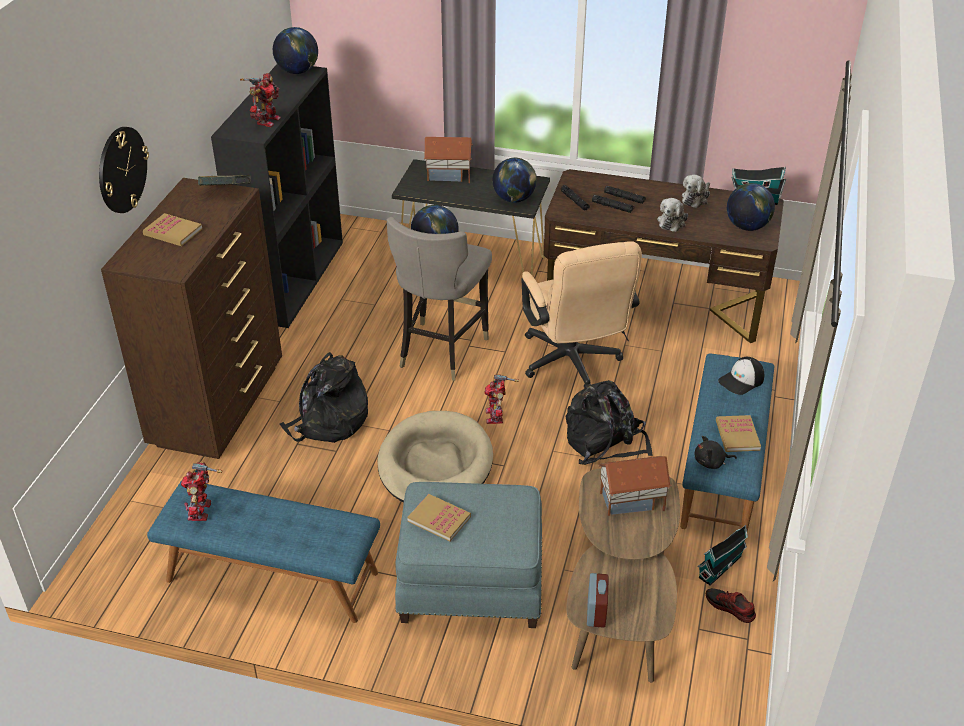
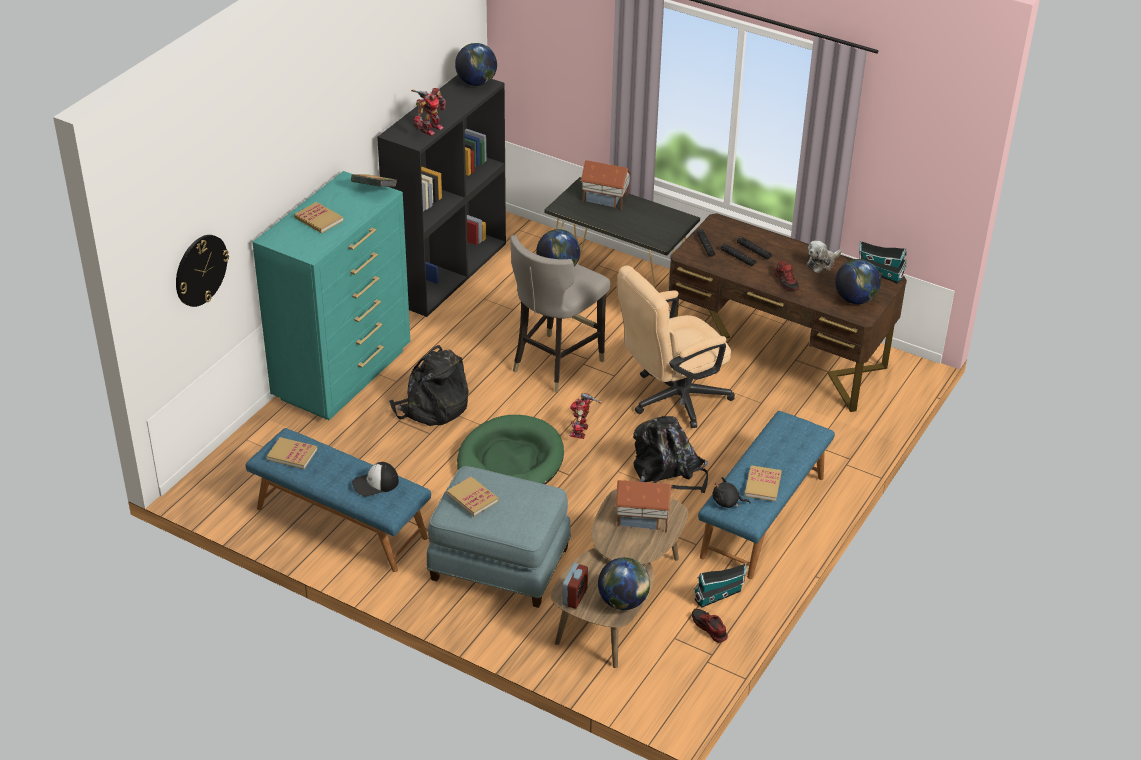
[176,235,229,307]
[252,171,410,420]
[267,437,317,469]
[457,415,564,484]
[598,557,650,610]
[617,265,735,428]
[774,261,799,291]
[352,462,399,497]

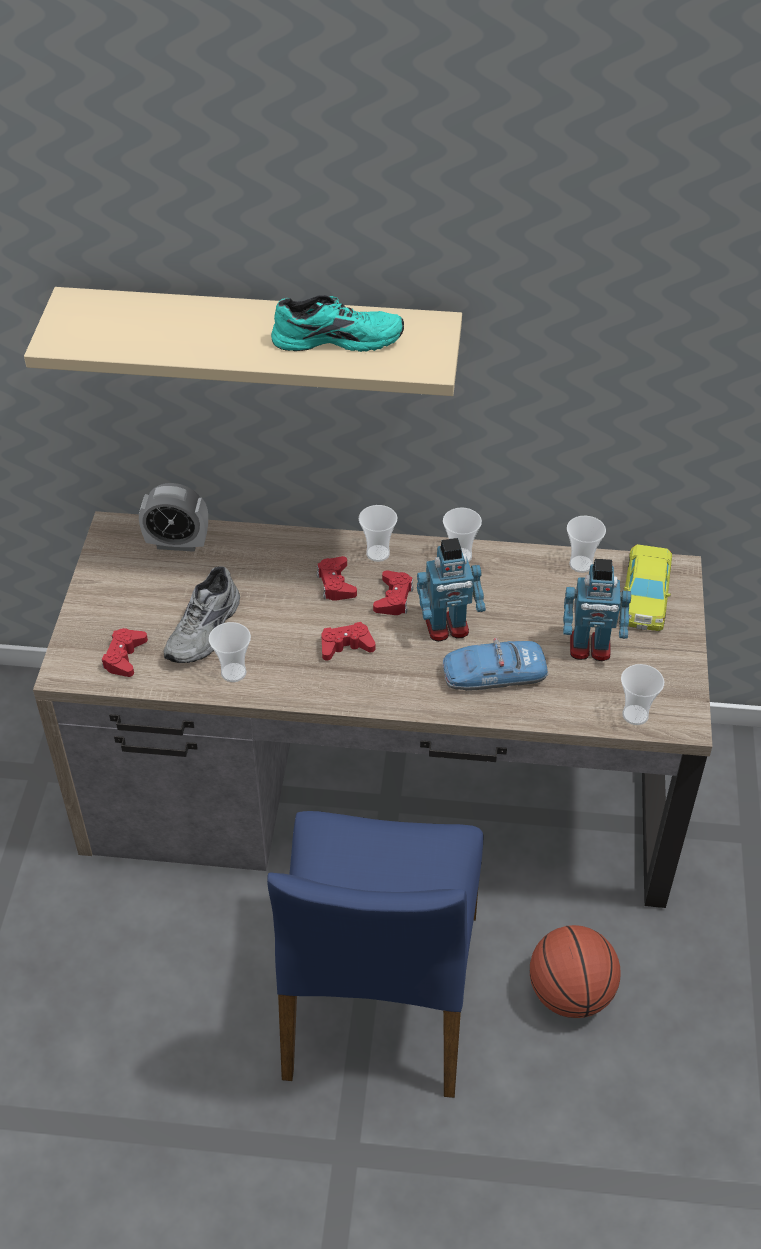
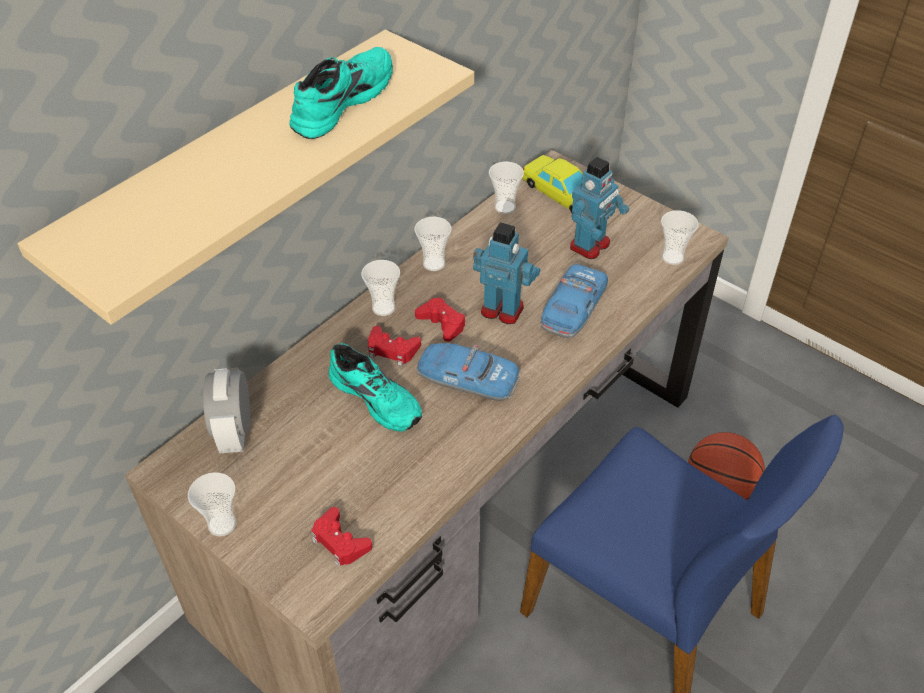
[203,368,250,453]
[164,566,240,663] (first image)
[188,472,236,536]
[417,343,520,401]
[473,222,540,324]
[329,343,422,432]

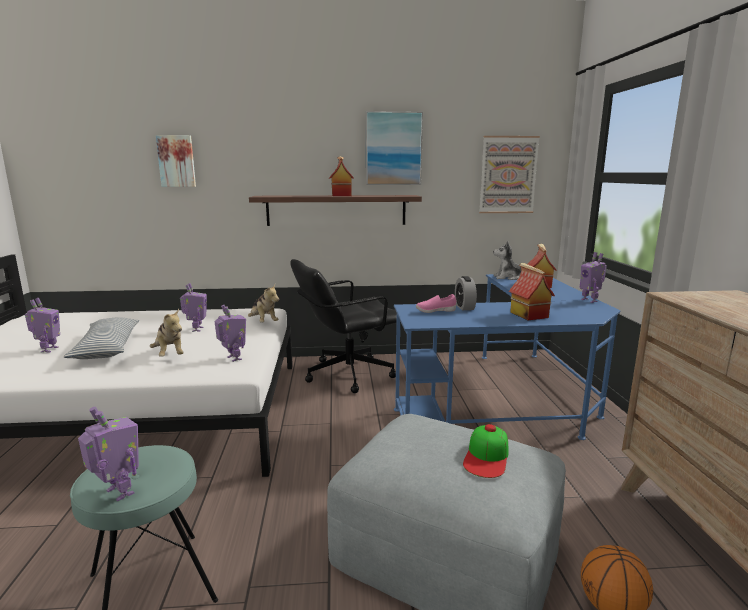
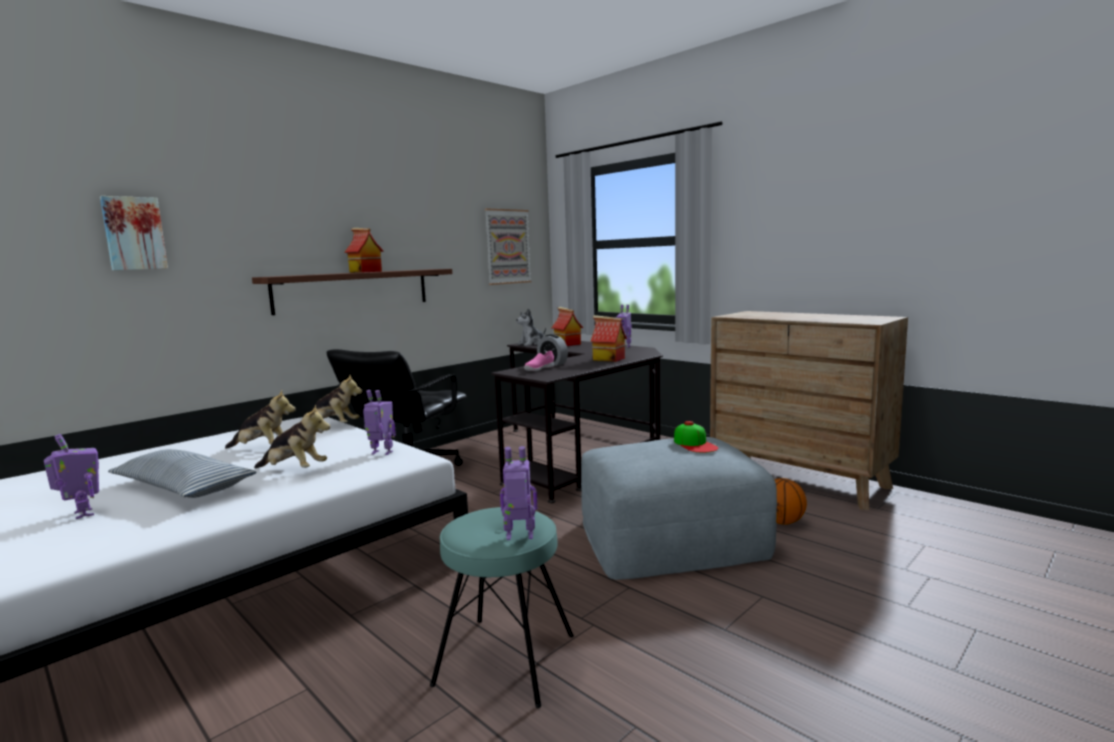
[225,389,296,448]
[366,111,423,185] (first image)
[491,341,663,503]

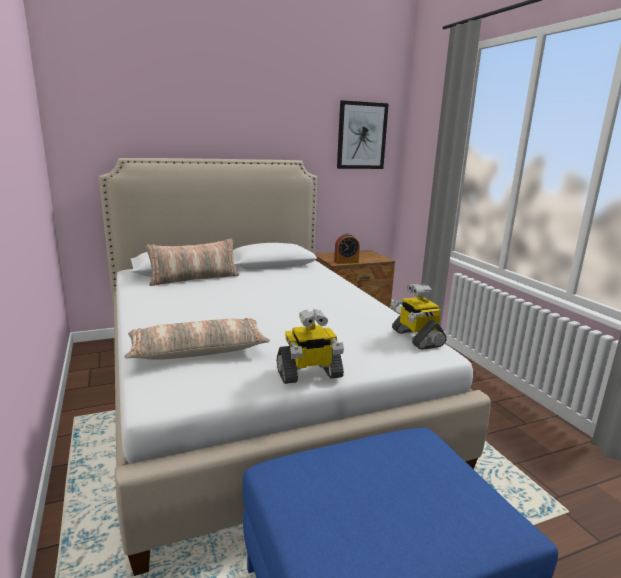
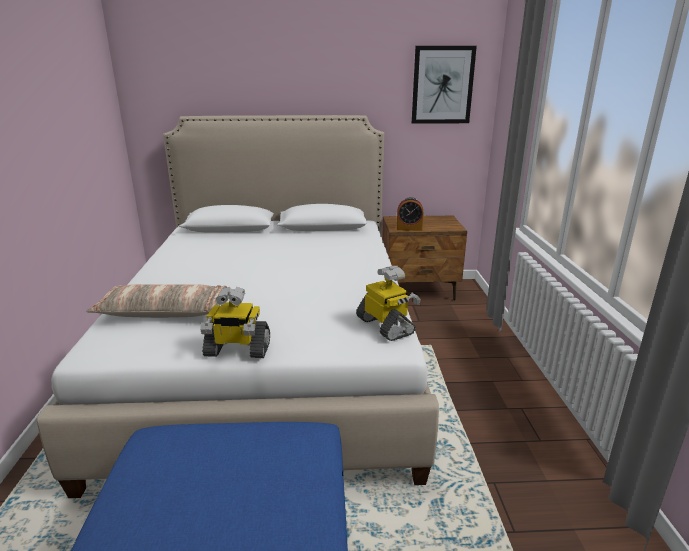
[146,238,239,286] (first image)
[356,266,421,341]

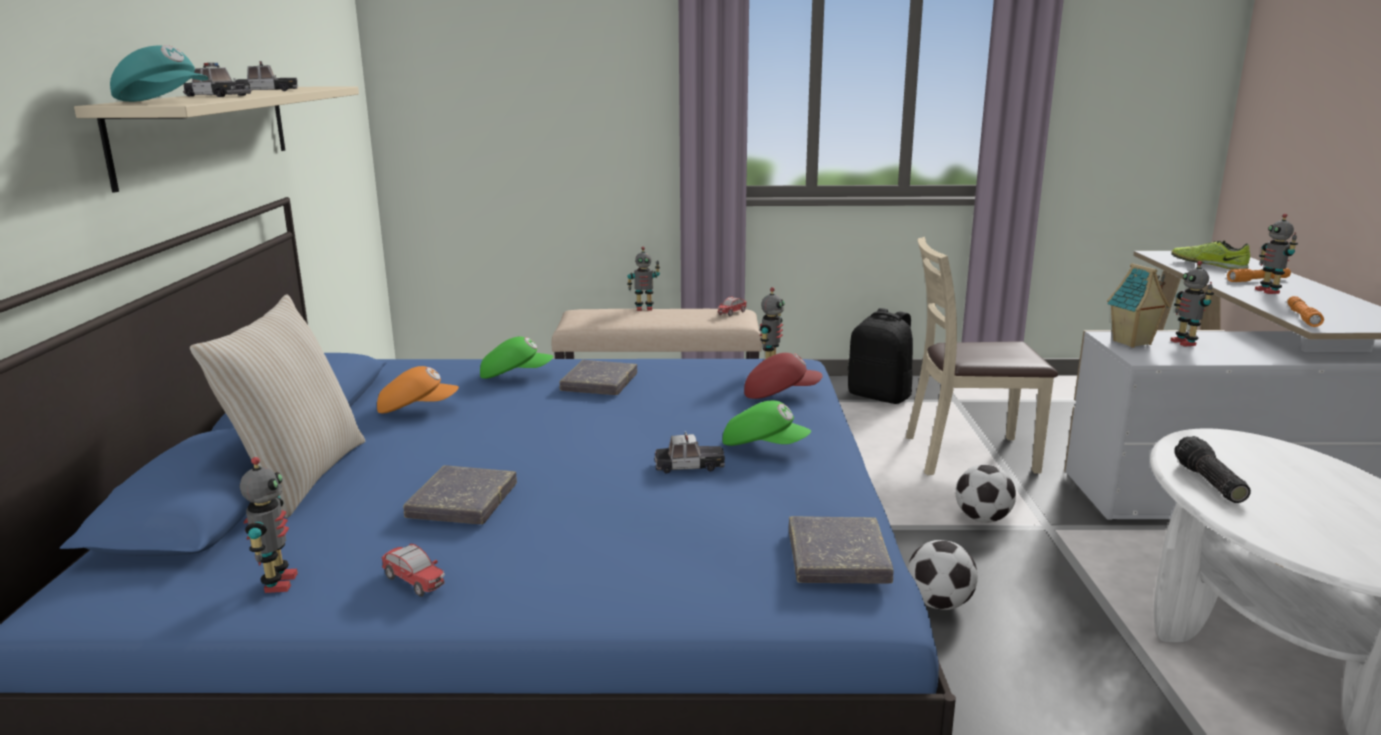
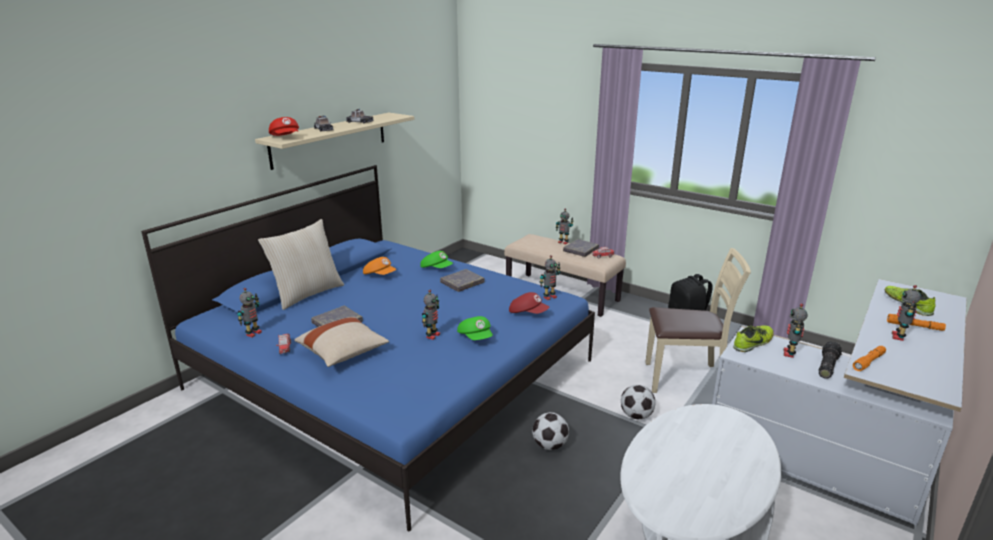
[269,117,299,136]
[422,290,440,340]
[563,239,599,257]
[645,248,751,393]
[733,325,774,352]
[819,341,842,379]
[294,317,389,367]

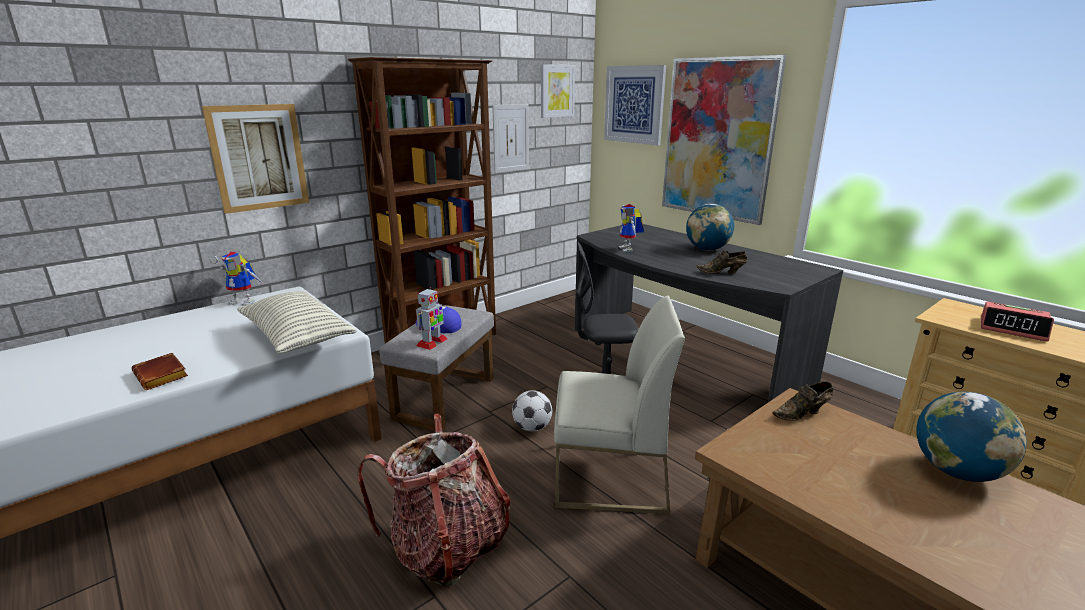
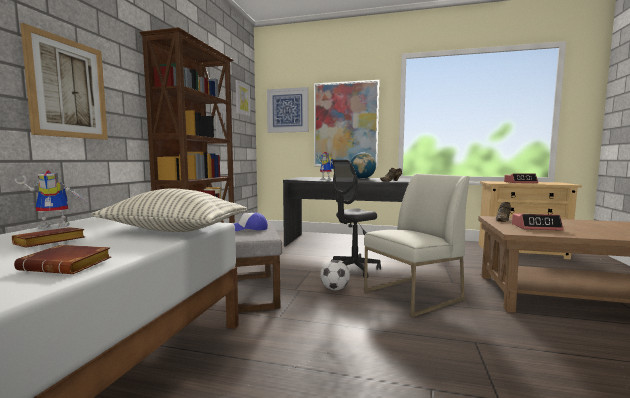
[358,414,510,586] (first image)
[416,287,447,350] (first image)
[916,392,1027,482] (first image)
[12,227,85,248]
[512,213,563,230]

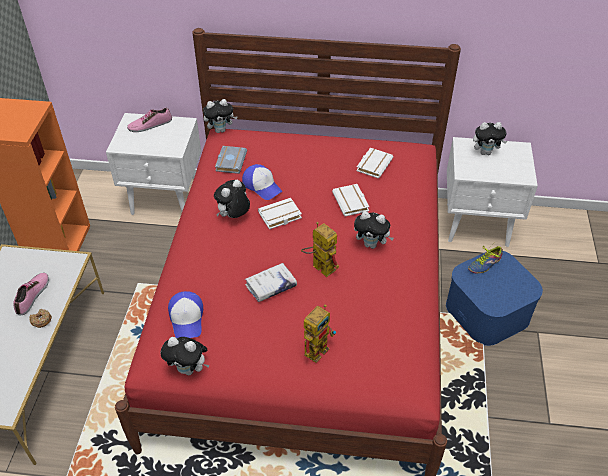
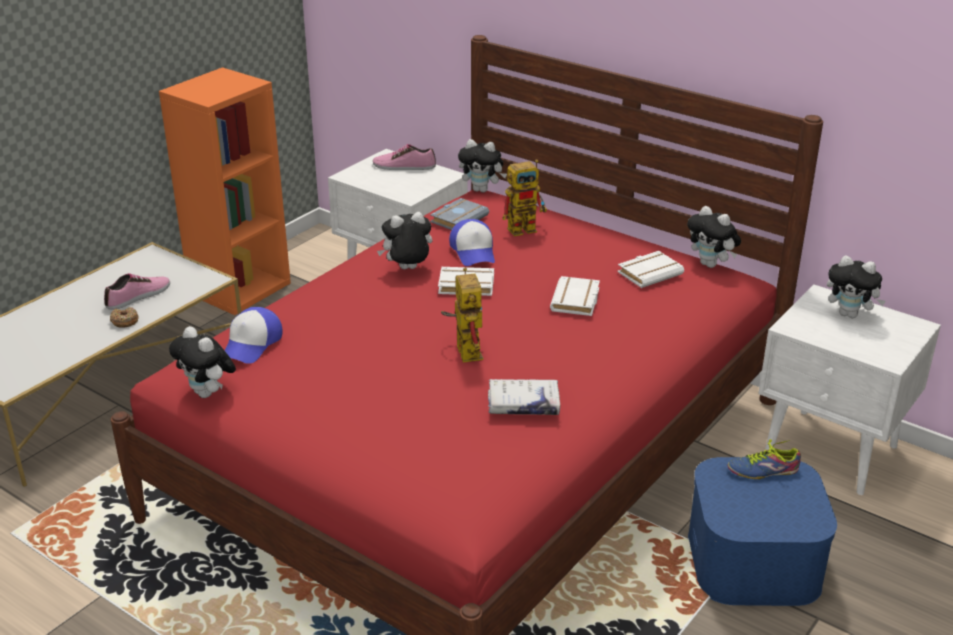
[488,379,560,415]
[502,160,547,236]
[687,206,741,268]

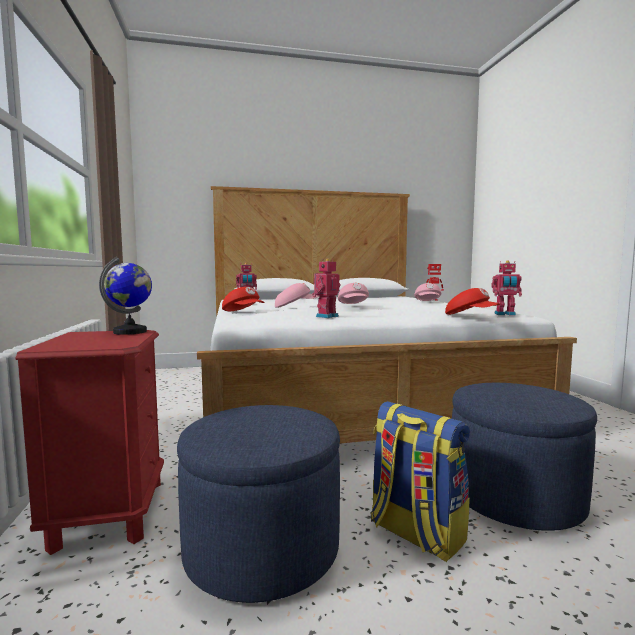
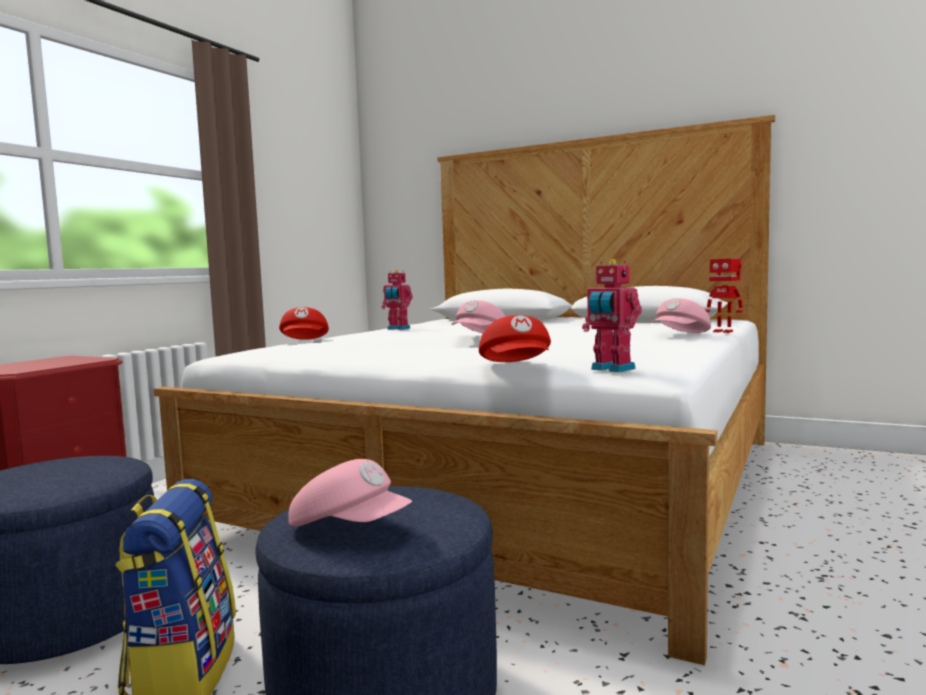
[99,257,152,335] (first image)
[288,459,412,527]
[312,258,340,318] (first image)

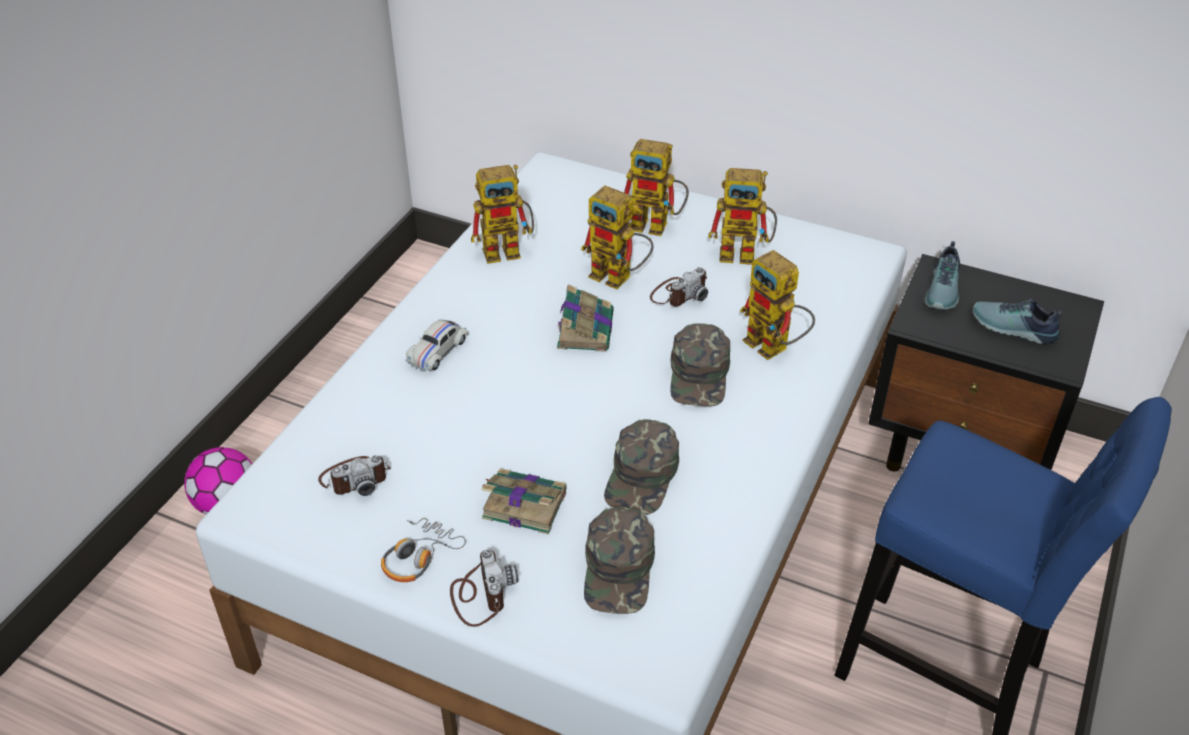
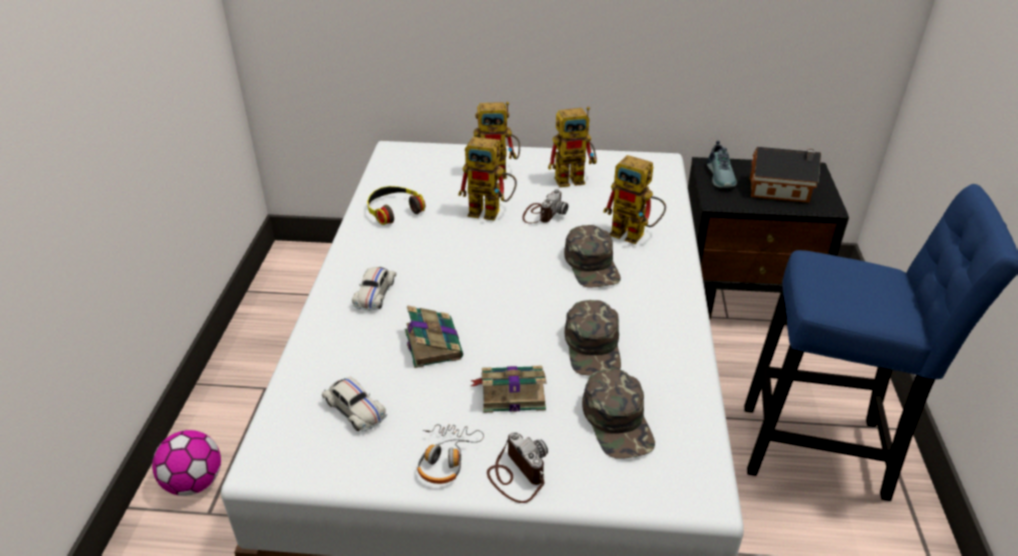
[322,377,387,432]
[367,186,425,225]
[405,305,463,368]
[750,147,821,203]

